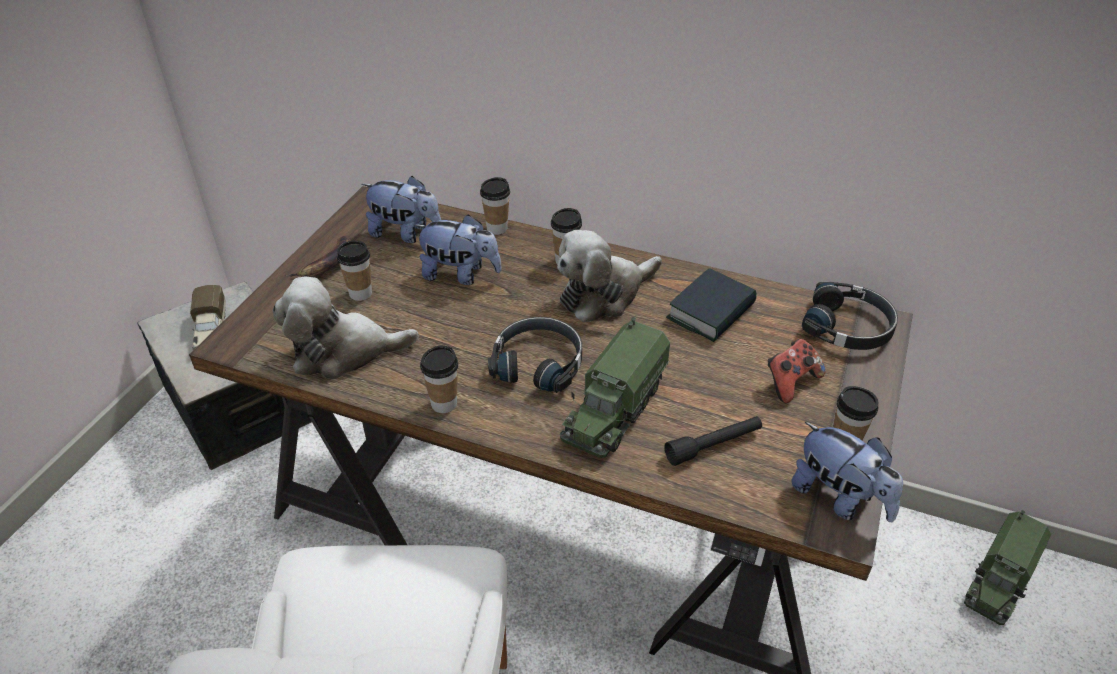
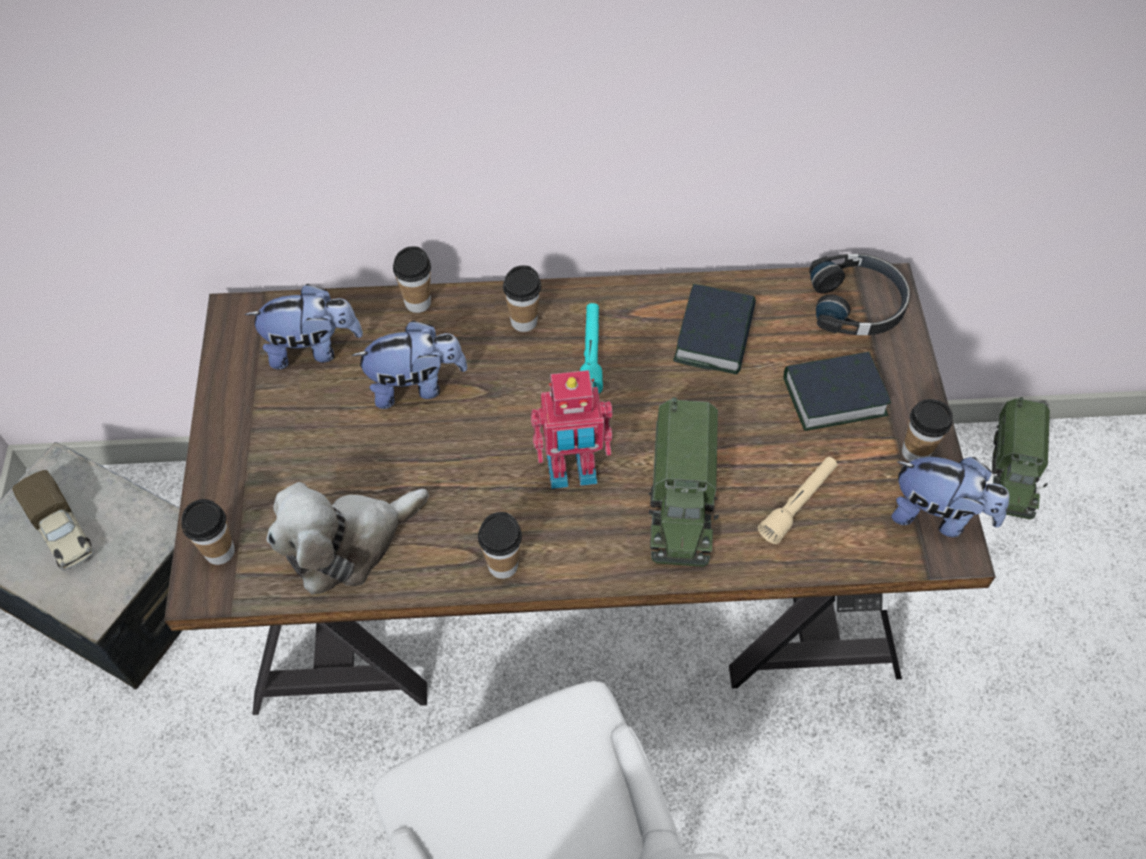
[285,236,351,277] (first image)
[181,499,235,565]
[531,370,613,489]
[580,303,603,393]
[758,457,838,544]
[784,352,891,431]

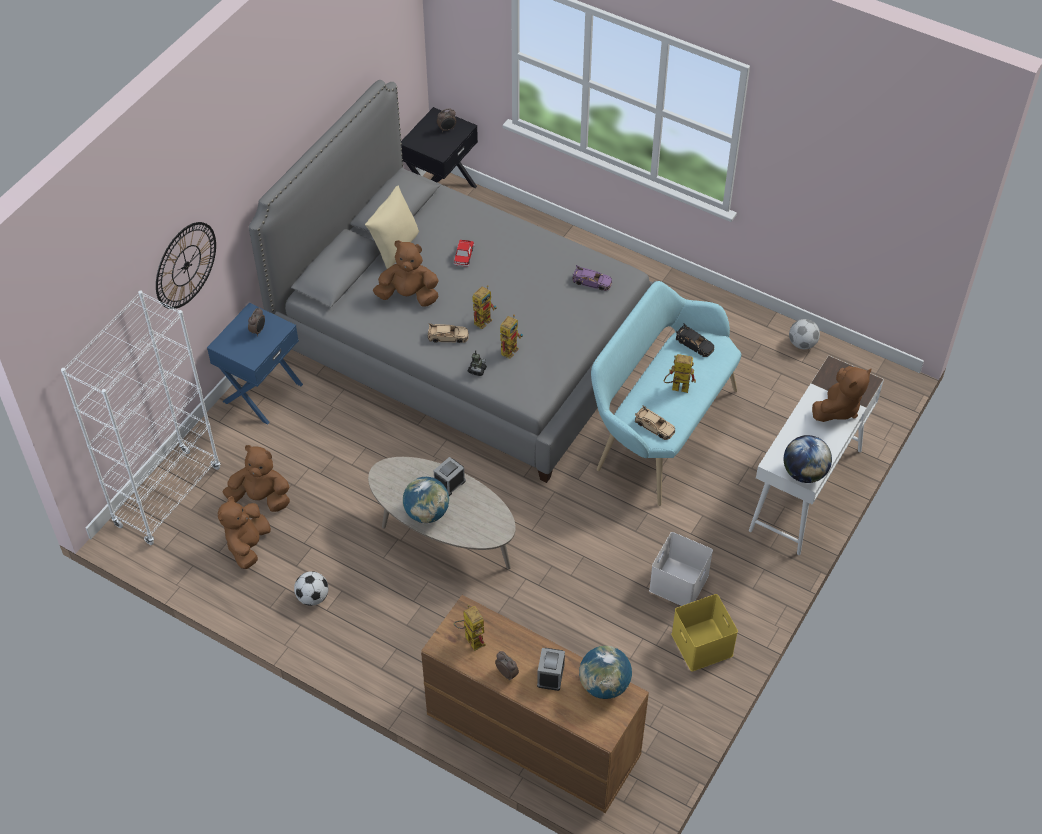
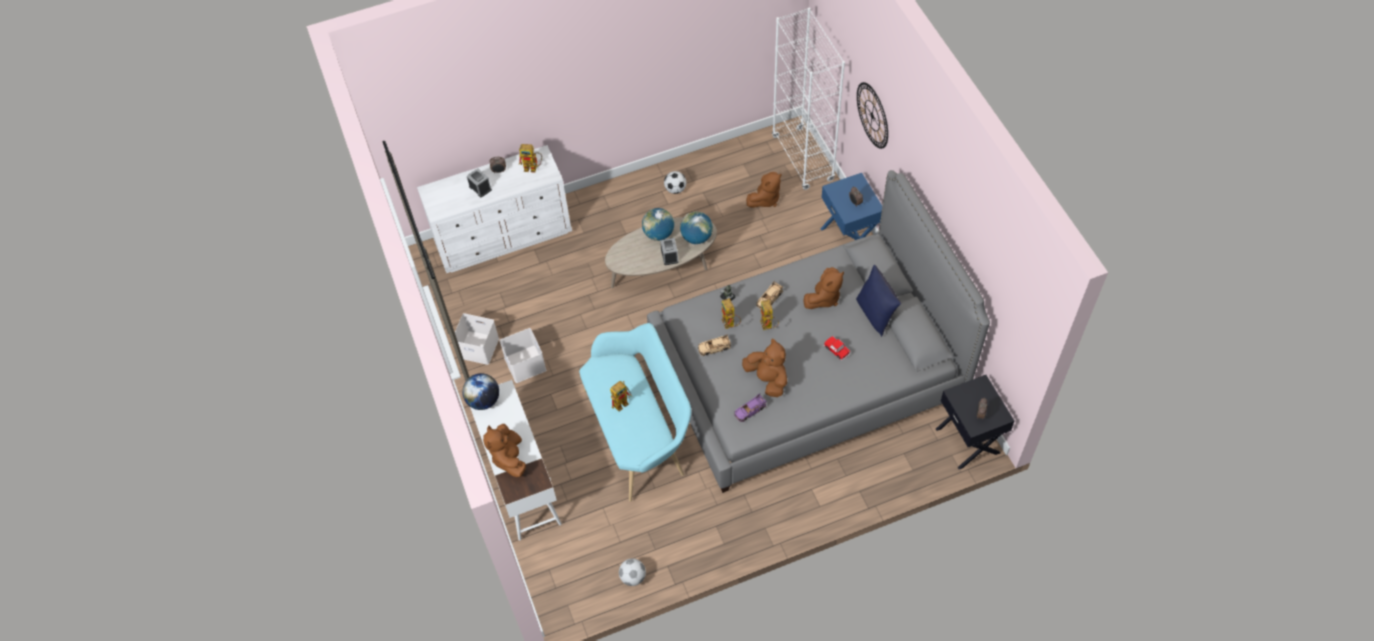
[742,338,787,397]
[856,265,901,337]
[417,145,572,273]
[680,211,713,244]
[698,334,731,356]
[455,313,499,365]
[676,323,714,357] (first image)

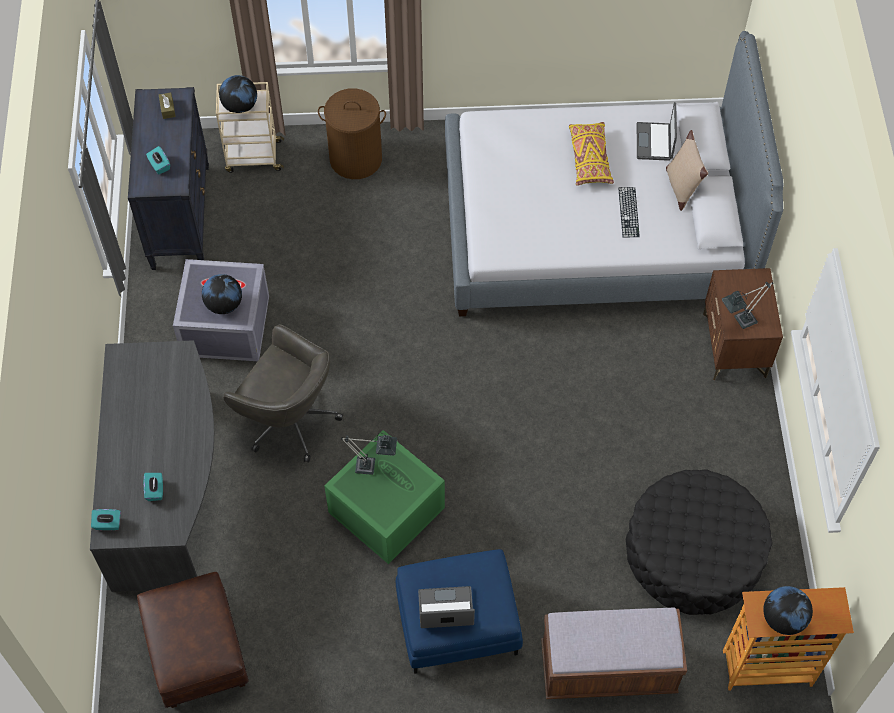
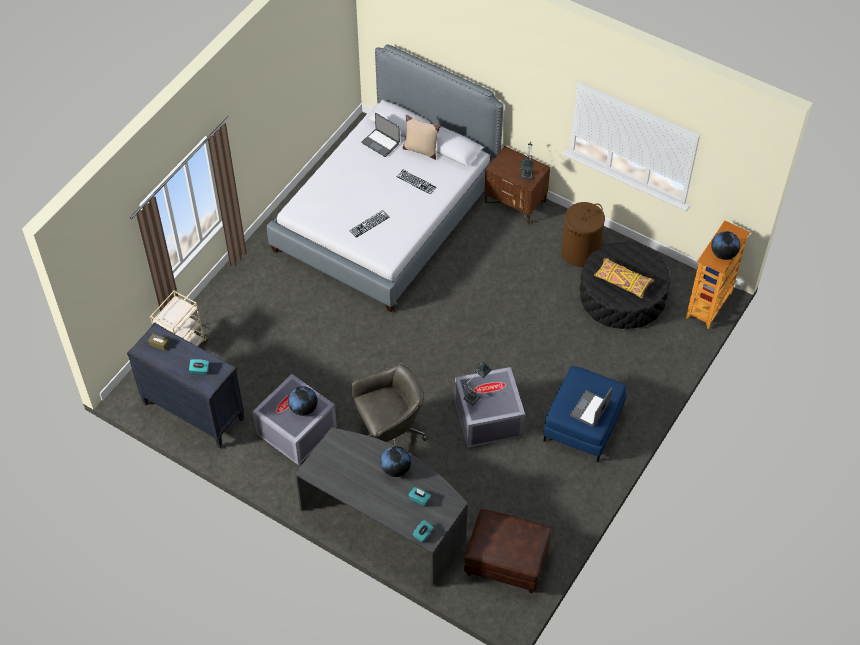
[380,446,411,477]
[561,202,605,267]
[455,367,525,448]
[541,608,687,699] (first image)
[594,258,654,298]
[349,210,390,238]

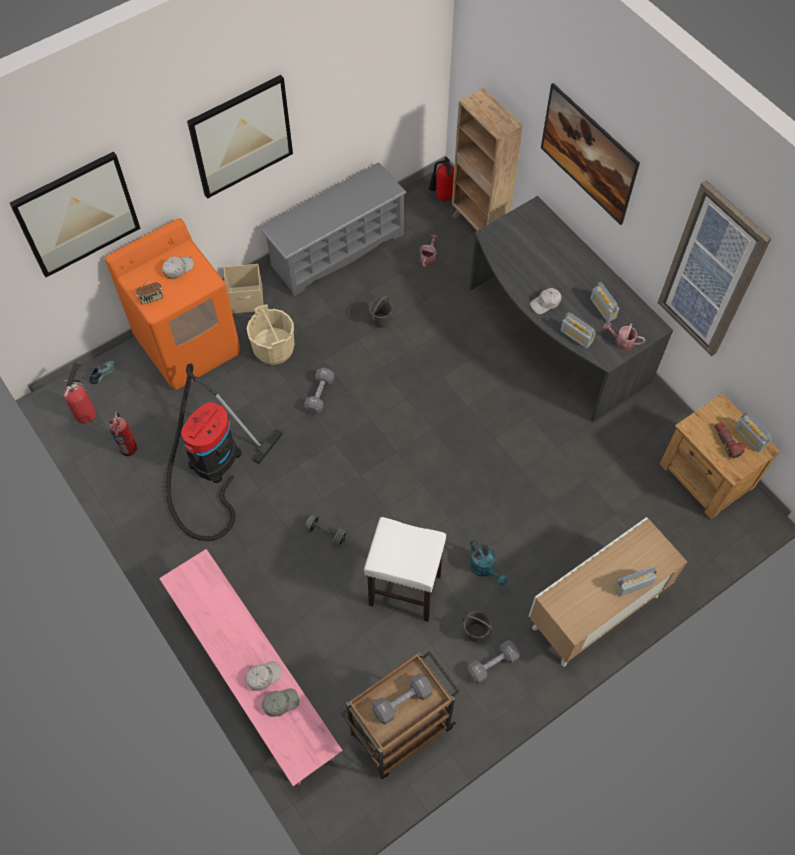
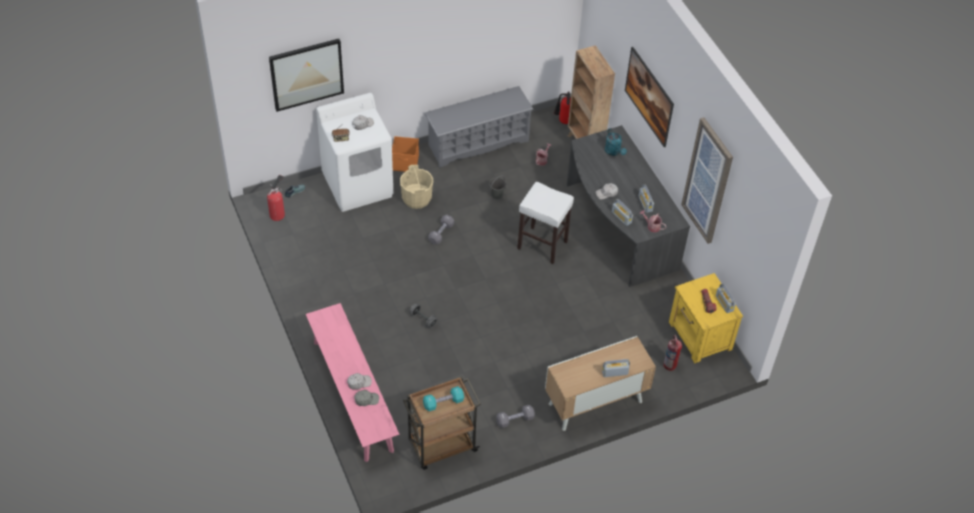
[316,93,393,212]
[664,335,682,371]
[166,363,282,541] (first image)
[187,75,293,199] (first image)
[392,136,419,172]
[517,182,574,264]
[423,386,464,411]
[462,611,492,642] (first image)
[605,128,627,156]
[669,273,743,363]

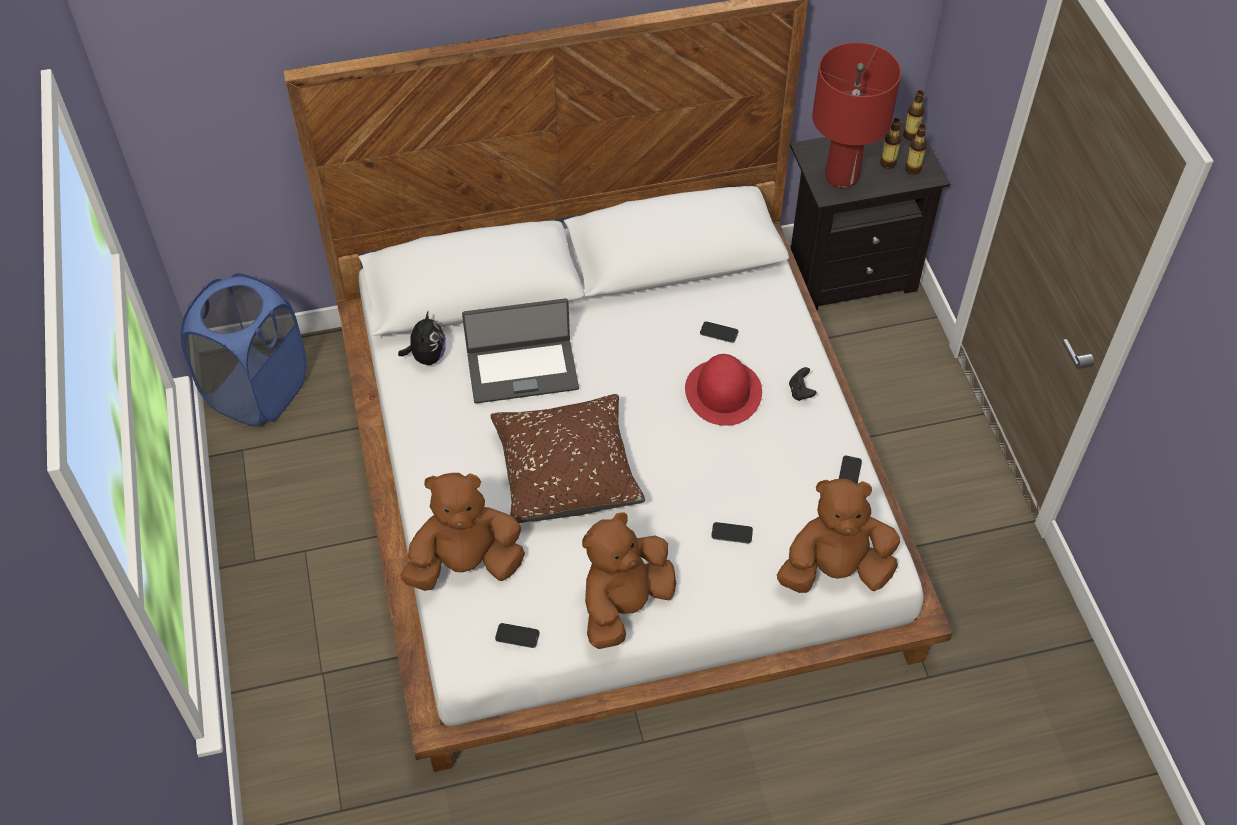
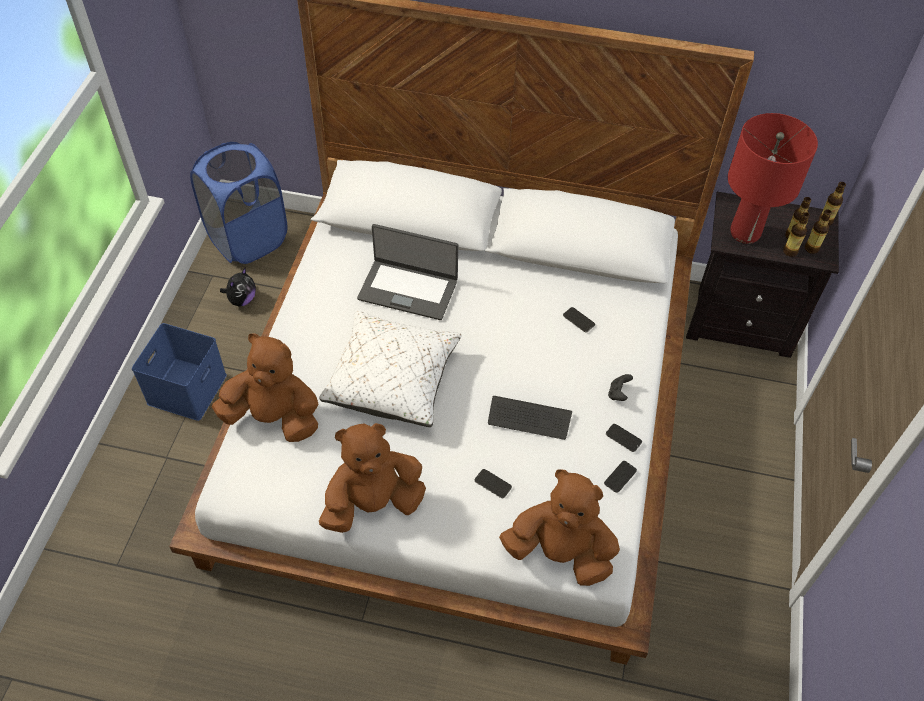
[220,268,256,307]
[319,311,462,427]
[606,424,642,452]
[685,354,762,426] (first image)
[132,323,227,421]
[488,396,572,440]
[783,212,810,257]

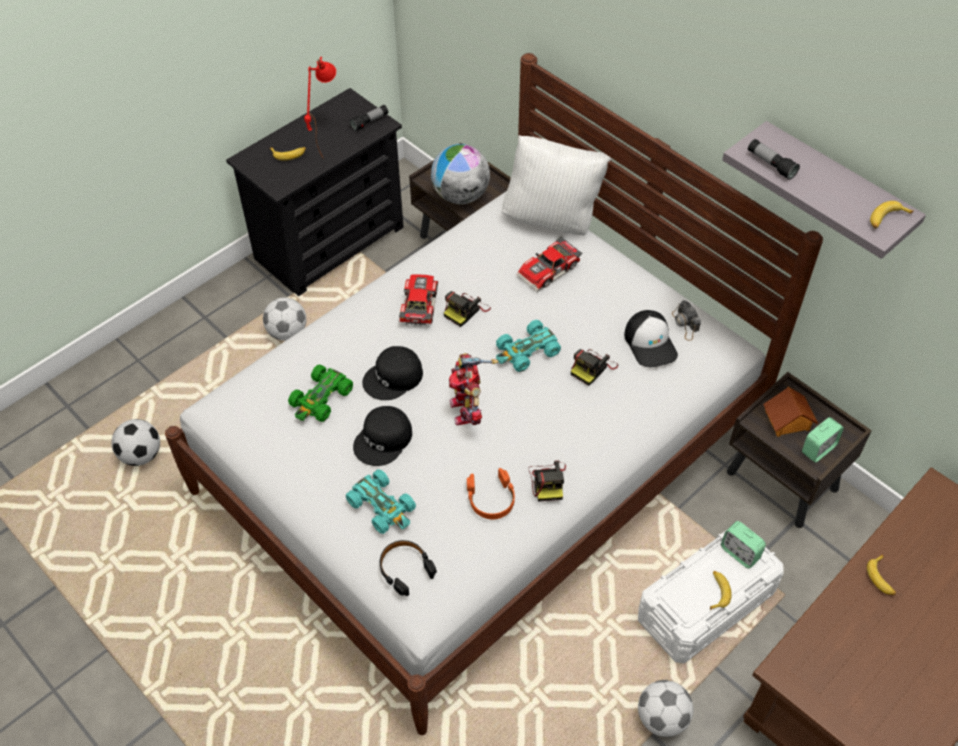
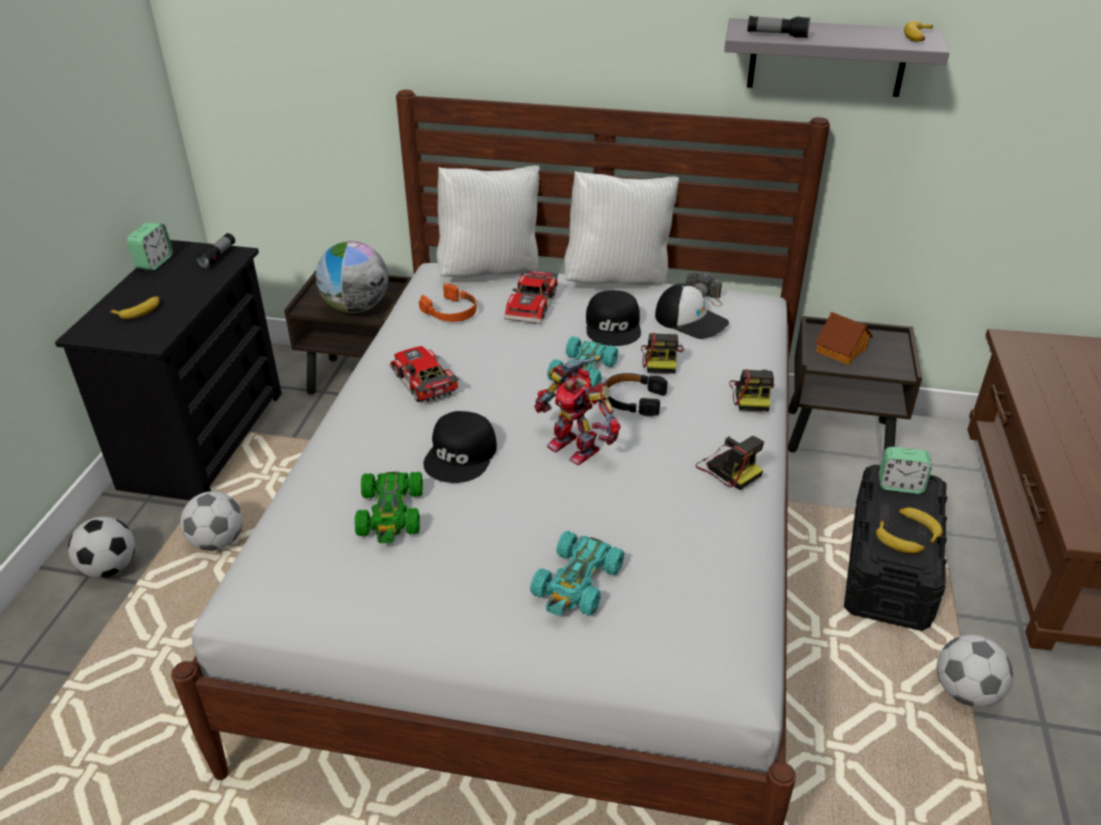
[68,517,135,578]
[304,57,336,158] (first image)
[530,531,624,616]
[586,290,641,346]
[605,373,668,416]
[729,369,774,412]
[419,284,477,322]
[844,465,947,631]
[127,222,173,270]
[876,520,925,554]
[564,171,679,285]

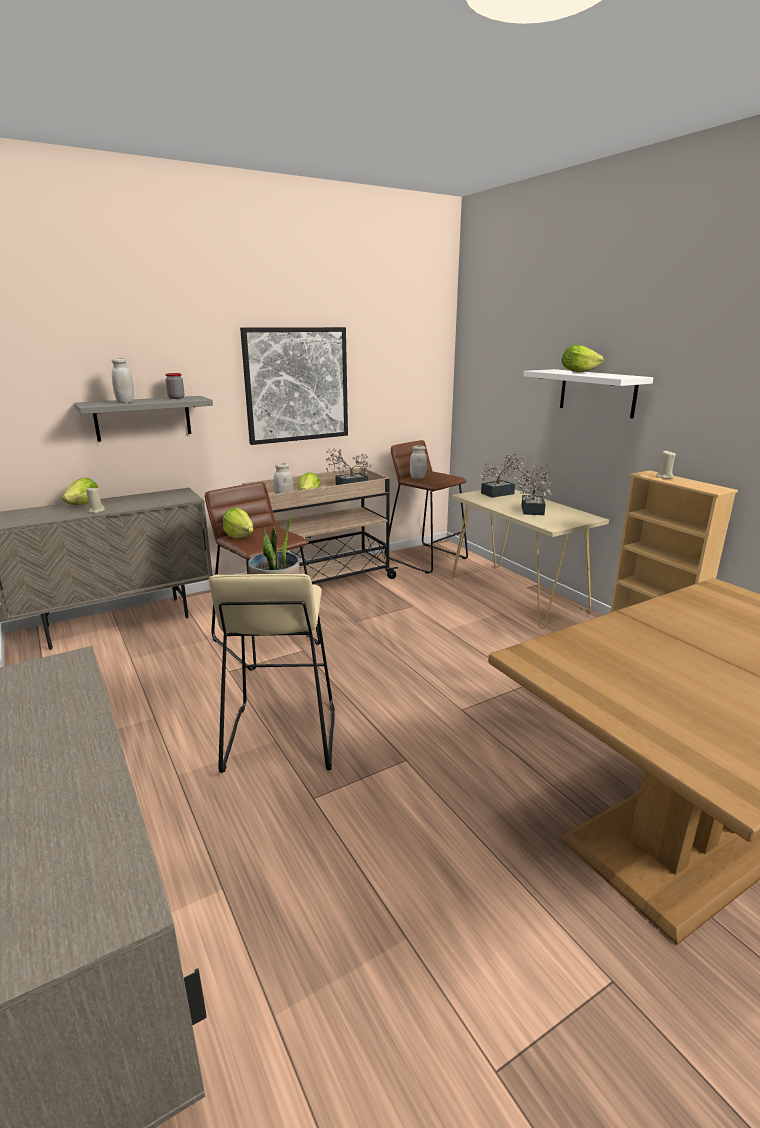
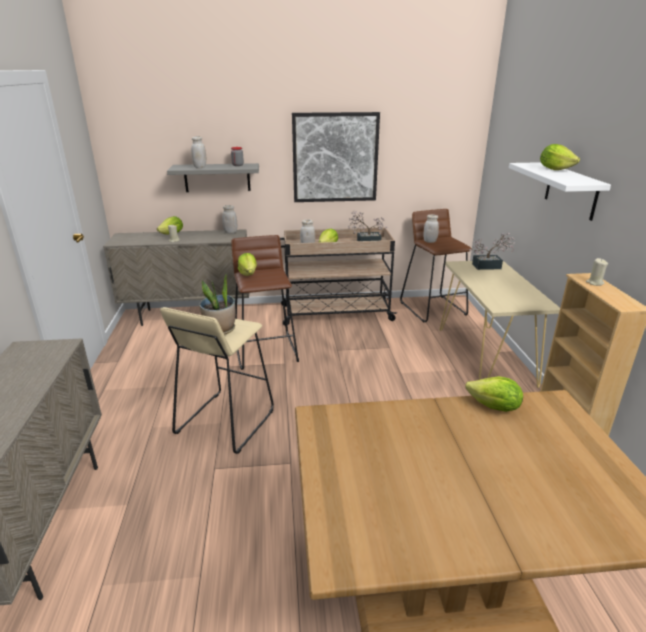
[515,463,552,515] (first image)
[222,205,237,234]
[465,376,523,412]

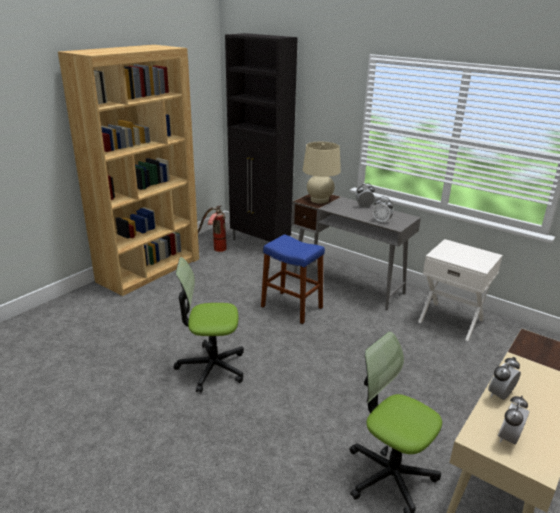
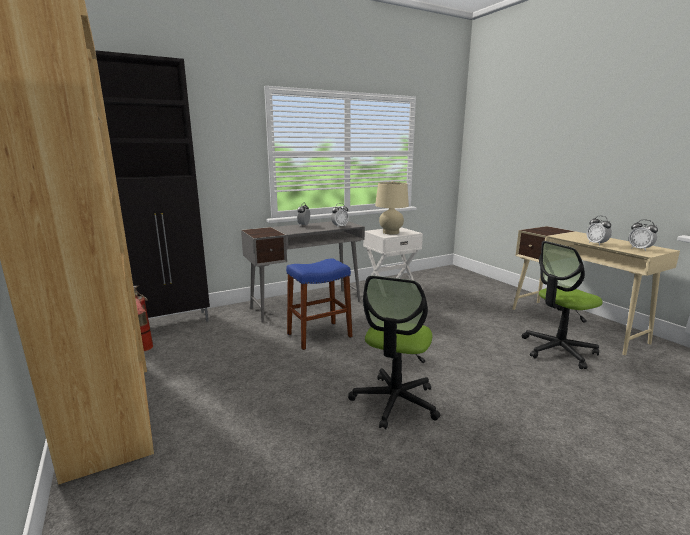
[375,181,409,234]

